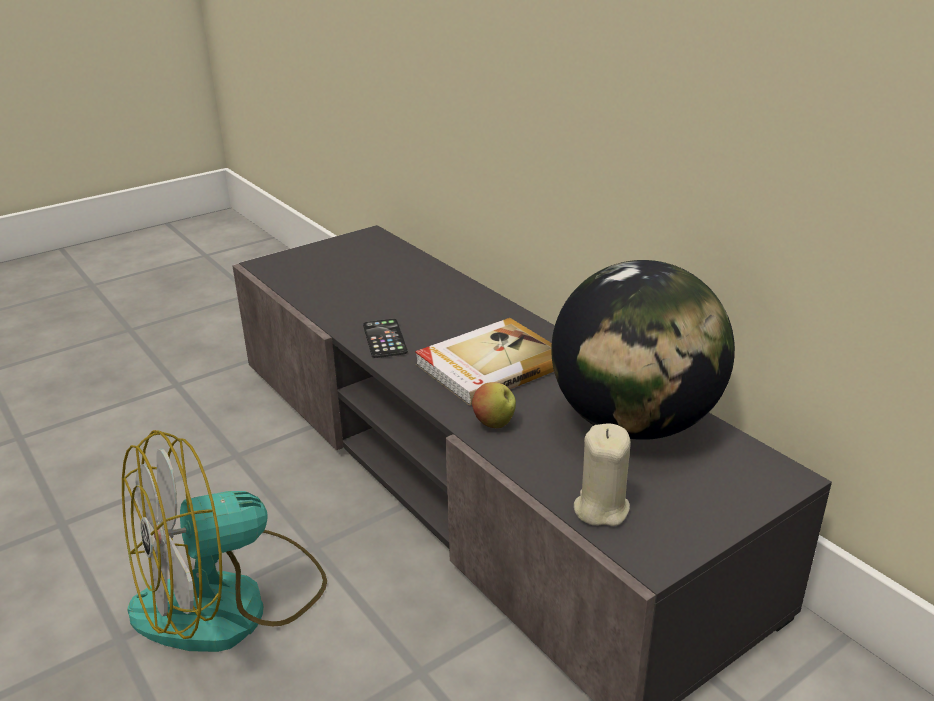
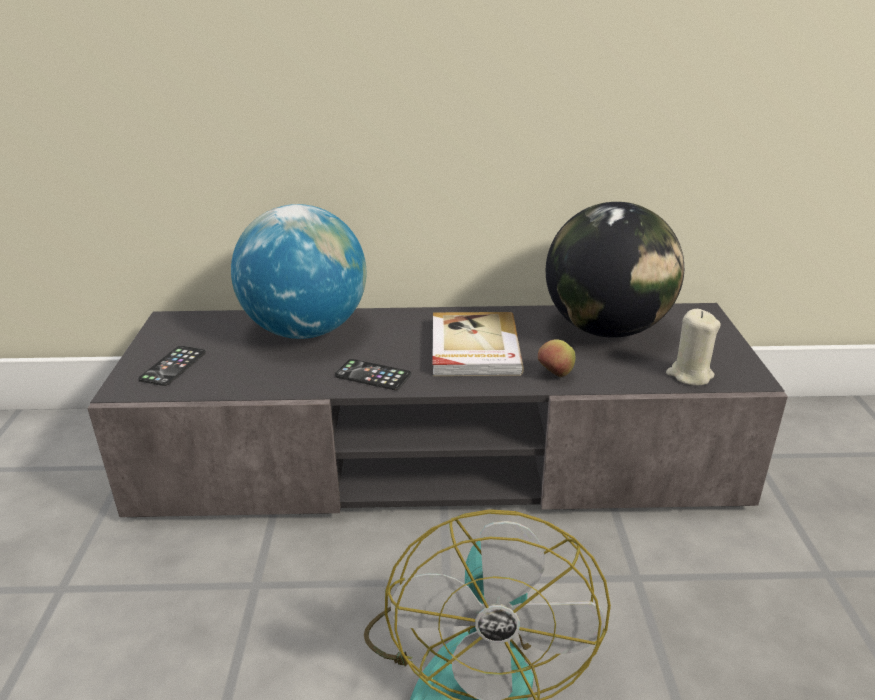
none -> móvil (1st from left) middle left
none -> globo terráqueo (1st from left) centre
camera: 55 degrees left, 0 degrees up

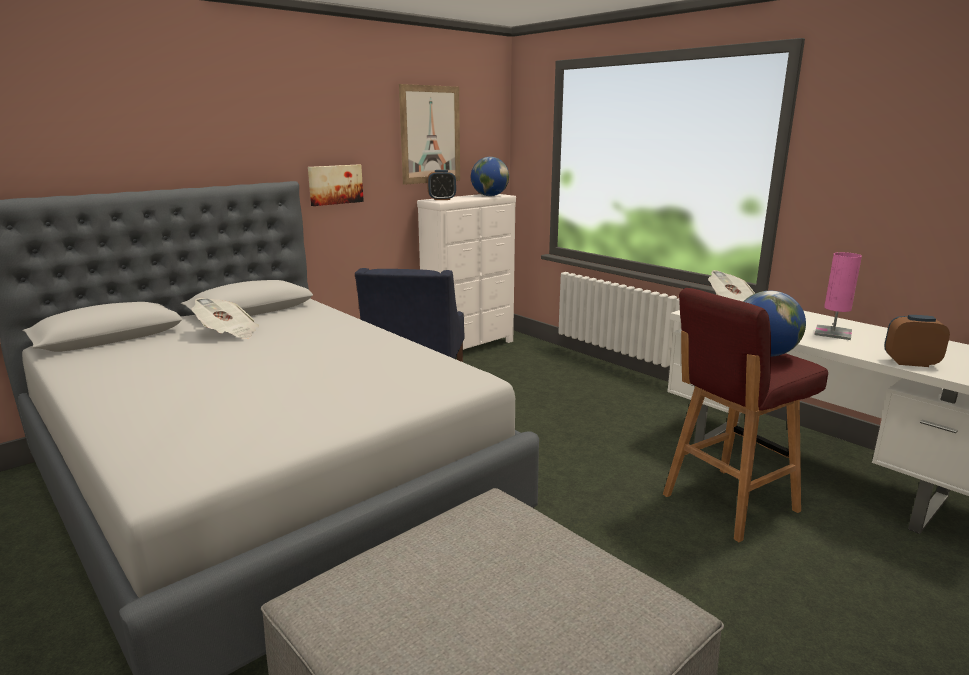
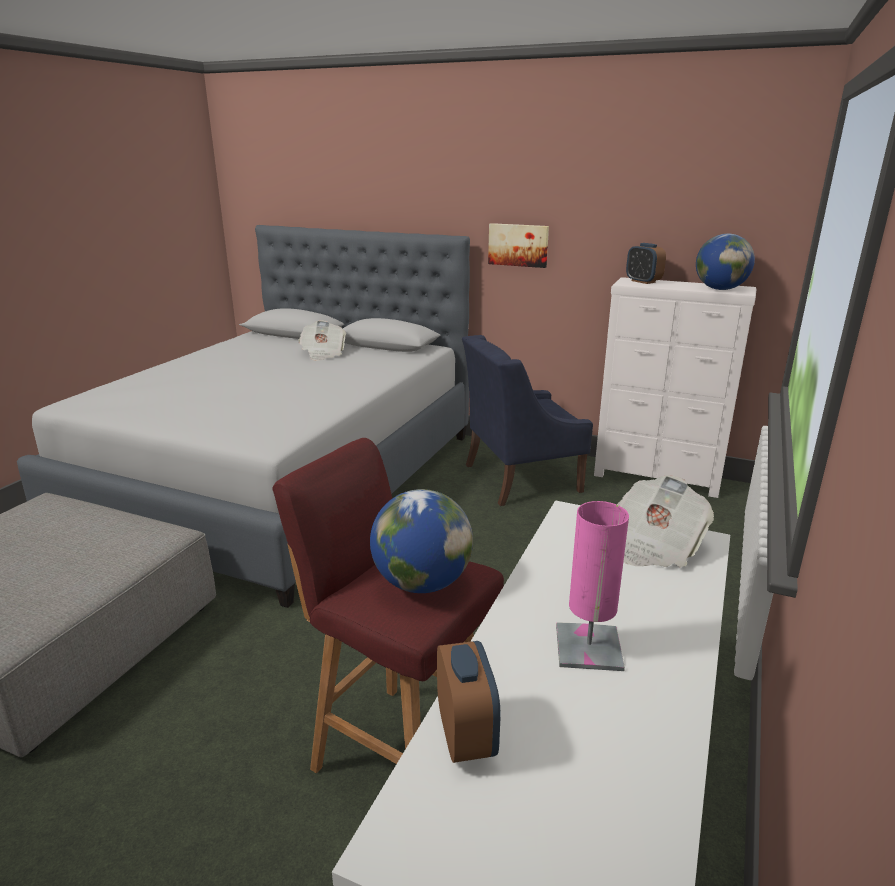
cuadro (2nd from left) top centre -> none
camera: 65 degrees right, 5 degrees up

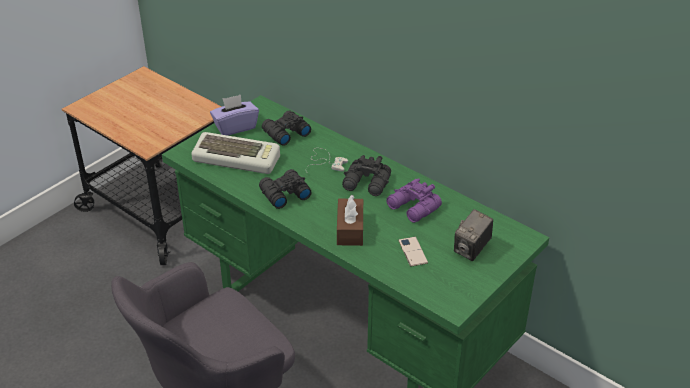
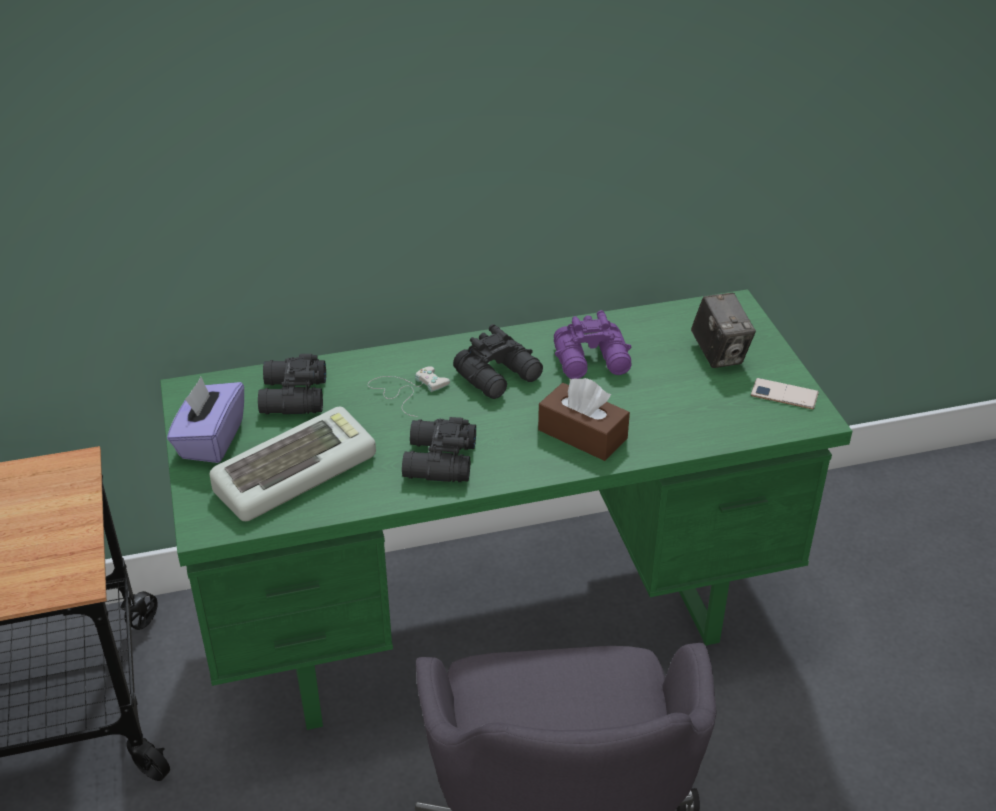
móvil centre -> móvil middle right, moved
camera: 55 degrees left, 0 degrees up

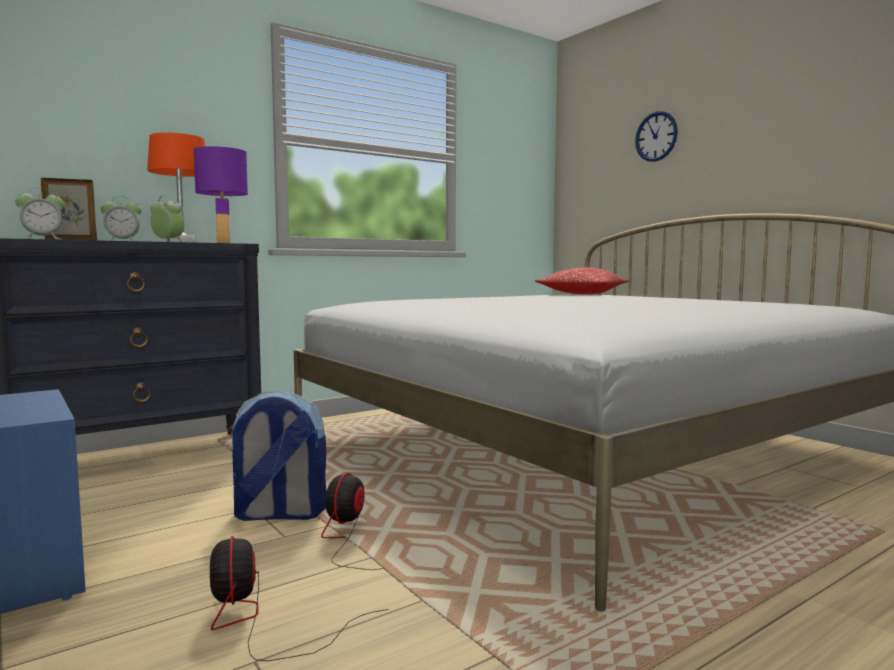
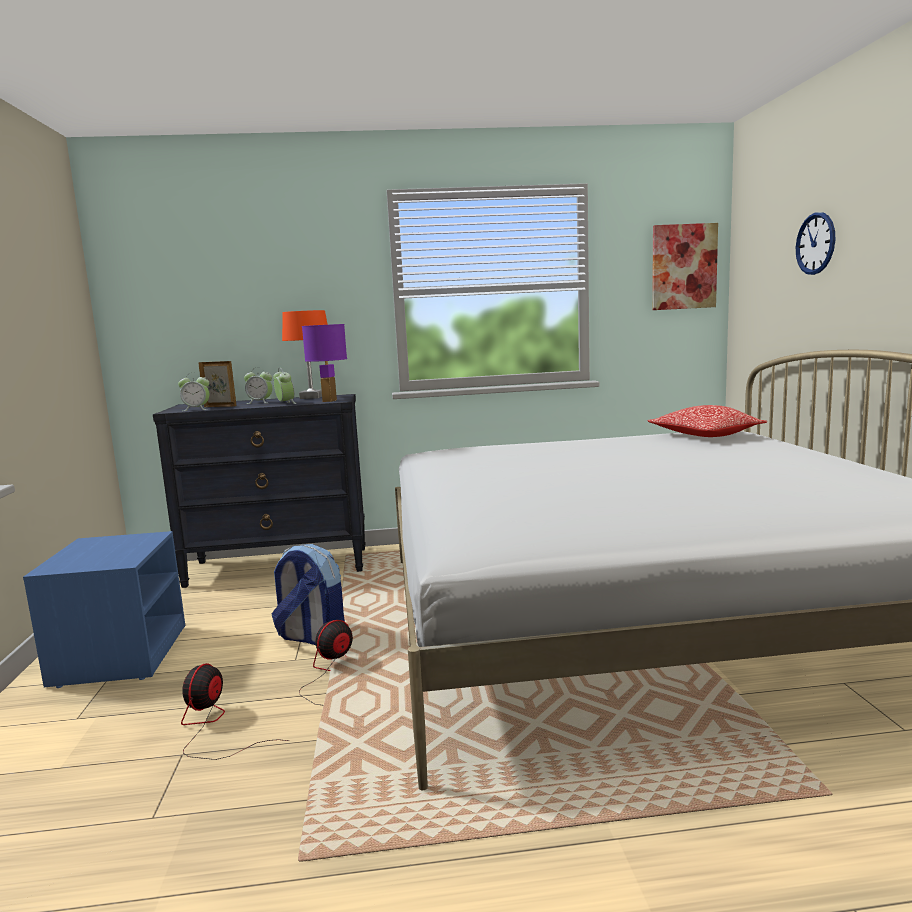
none -> cuadro top right
camera: 30 degrees right, 5 degrees up

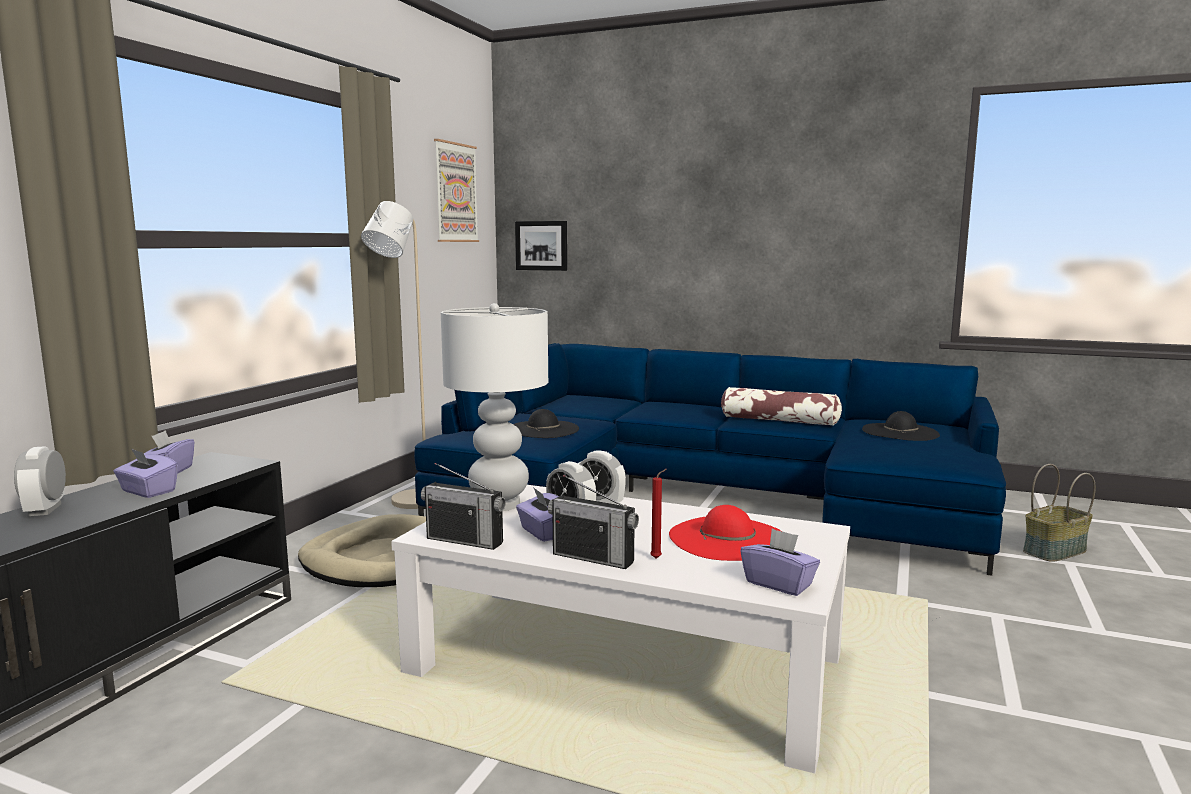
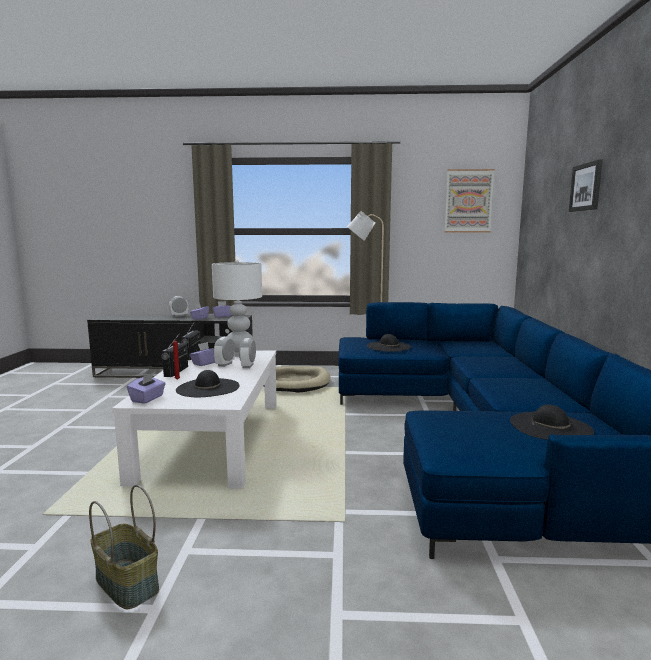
cuadro (2nd from left) top centre -> cuadro (2nd from left) top right, moved
sombrero/rojo bottom centre -> sombrero/negro (1st from left) middle left
cojín centre -> none
cesta middle right -> cesta bottom left, moved
camera: 70 degrees right, 0 degrees up

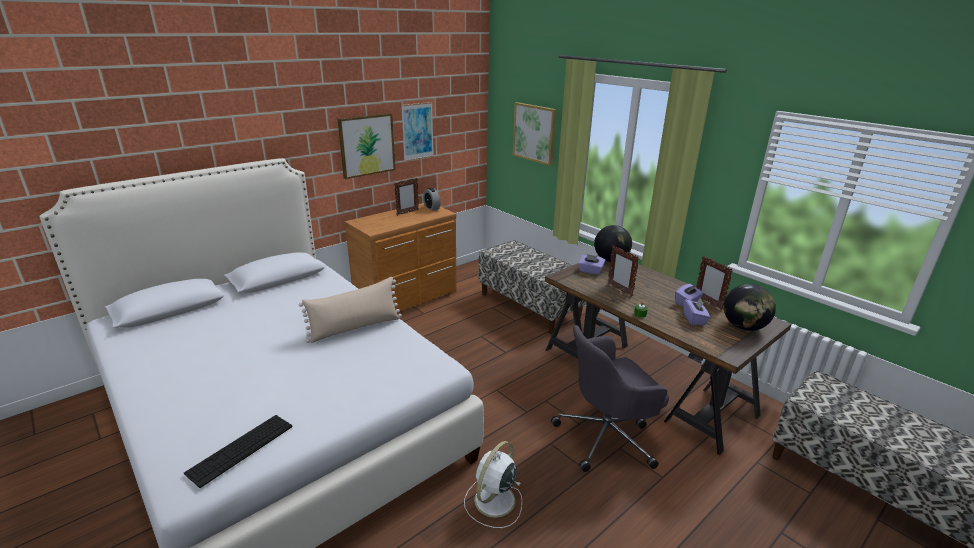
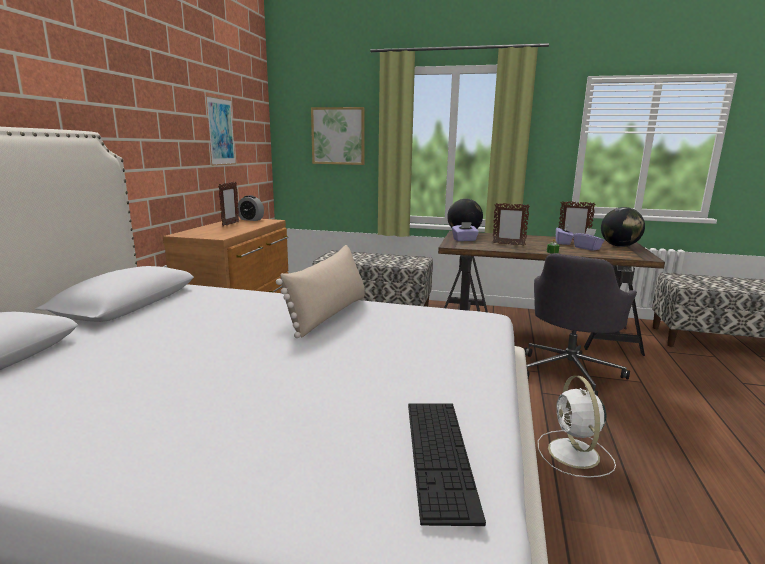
cuadro (1st from left) top centre -> none
camera: 35 degrees left, 10 degrees down

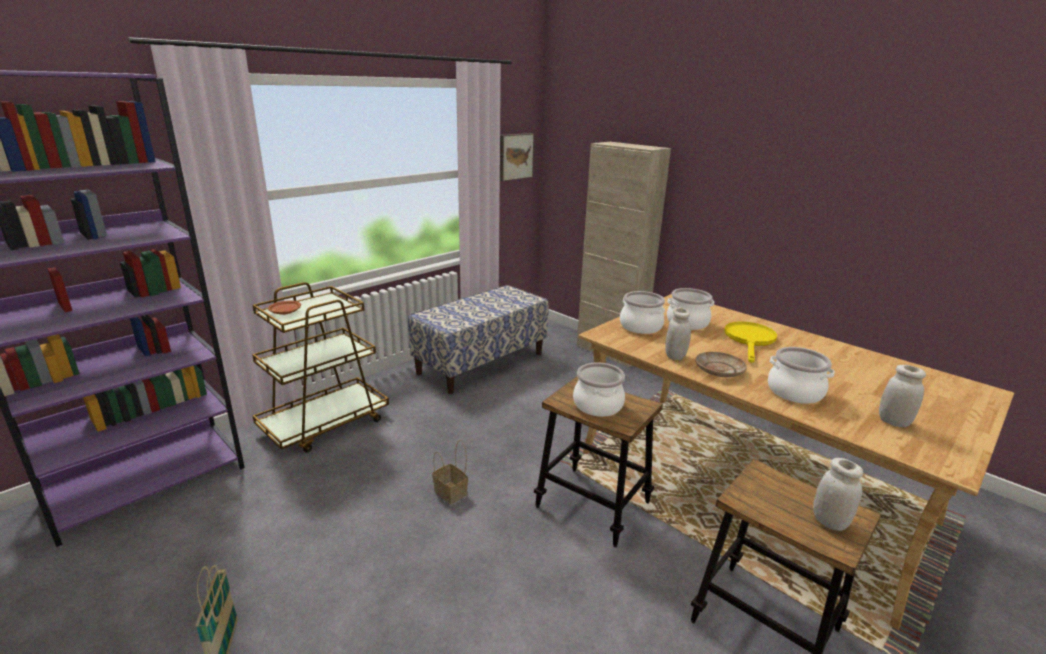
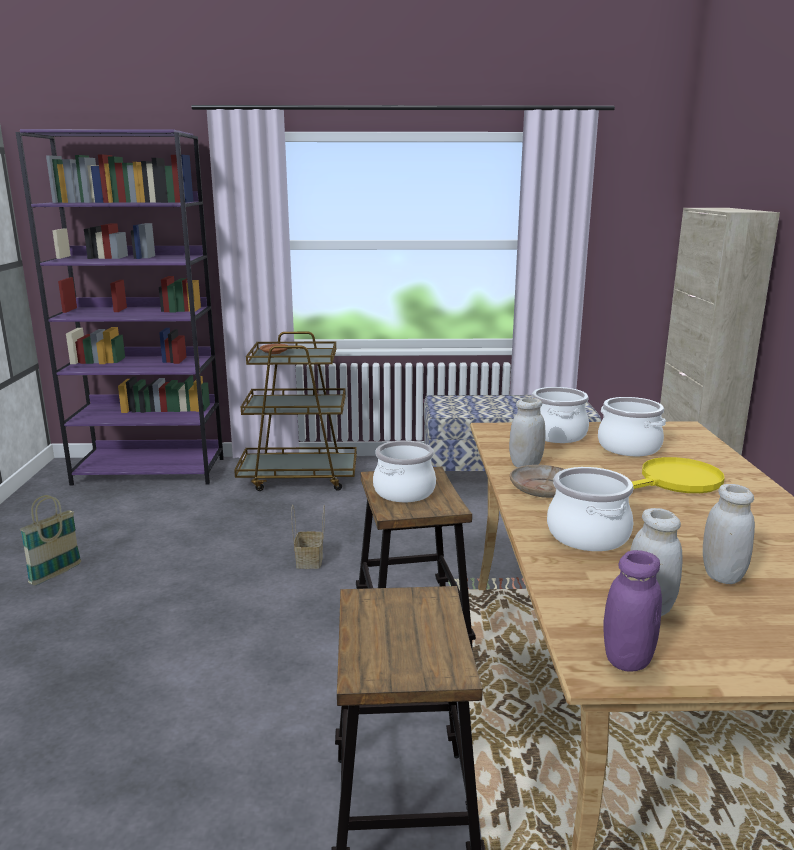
cuadro top centre -> none
tarro/blanco (2nd from left in the first image) bottom right -> tarro/blanco (3rd from left) middle right, moved
none -> tarro/morado bottom right
camera: 45 degrees right, 5 degrees down

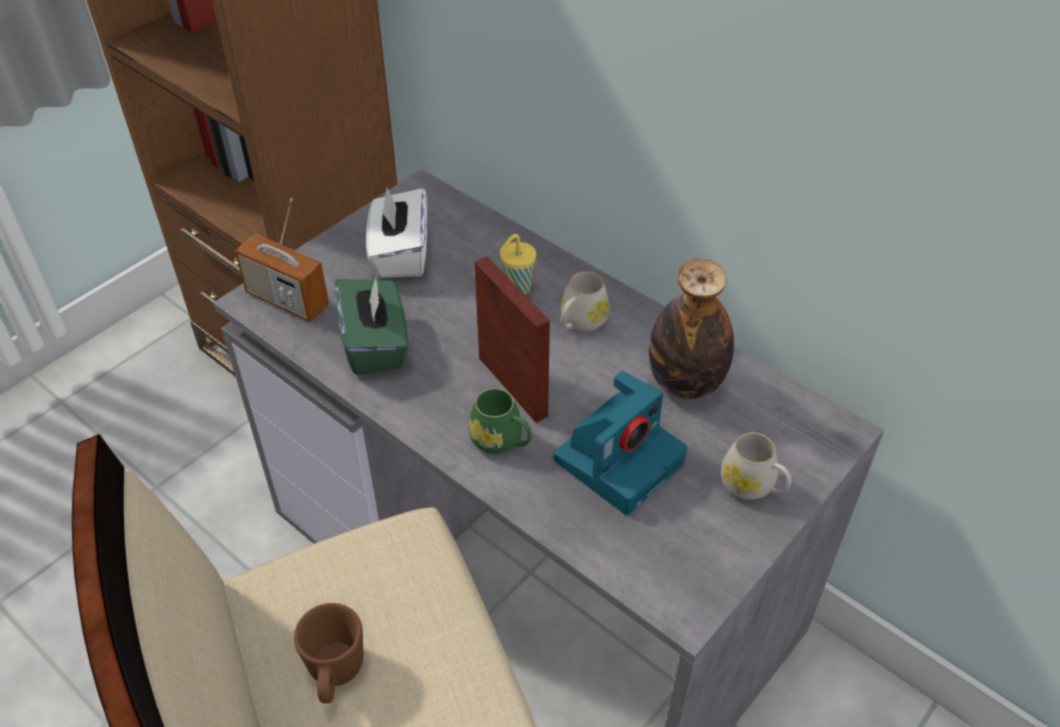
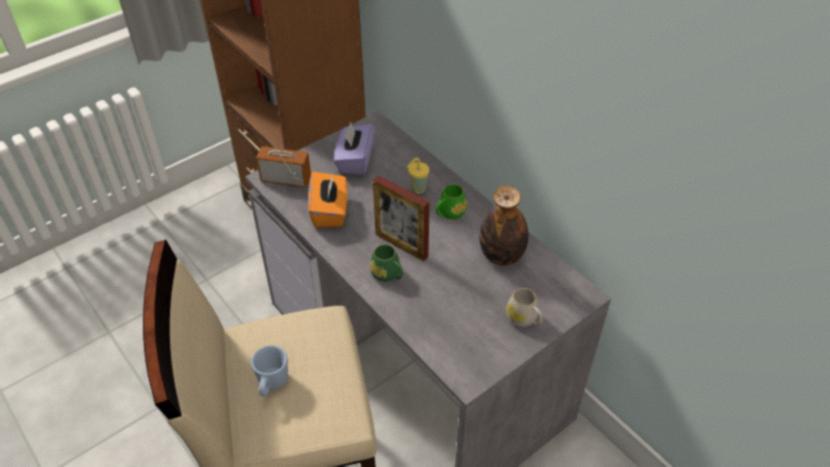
radio middle left -> radio centre, 150 degrees clockwise
taza grande/marrón bottom left -> taza grande/azul bottom left
caja de pañuelos/verde centre -> caja de pañuelos/naranja centre
caja de pañuelos/blanco top centre -> caja de pañuelos/morado top centre
portarretratos centre, 150 degrees clockwise
cámara centre -> none
taza grande/blanco (1st from left) centre -> taza grande/verde (2nd from left) centre
camera: 10 degrees right, 0 degrees up

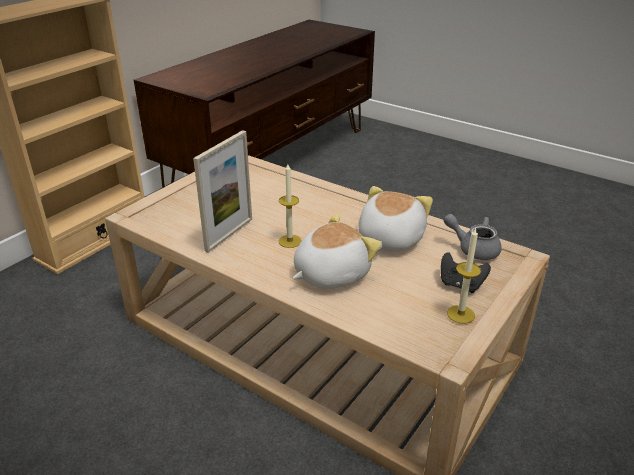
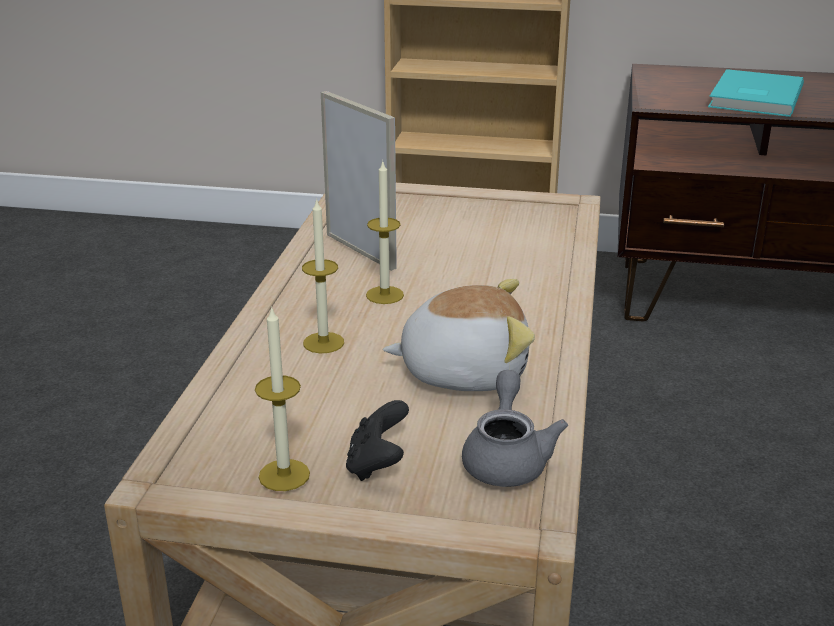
portarretratos centre -> portarretratos top centre, 135 degrees counterclockwise
peluche (1st from left) centre -> vela (2nd from left) centre
none -> libro/turquesa top right
camera: 65 degrees right, 5 degrees down

